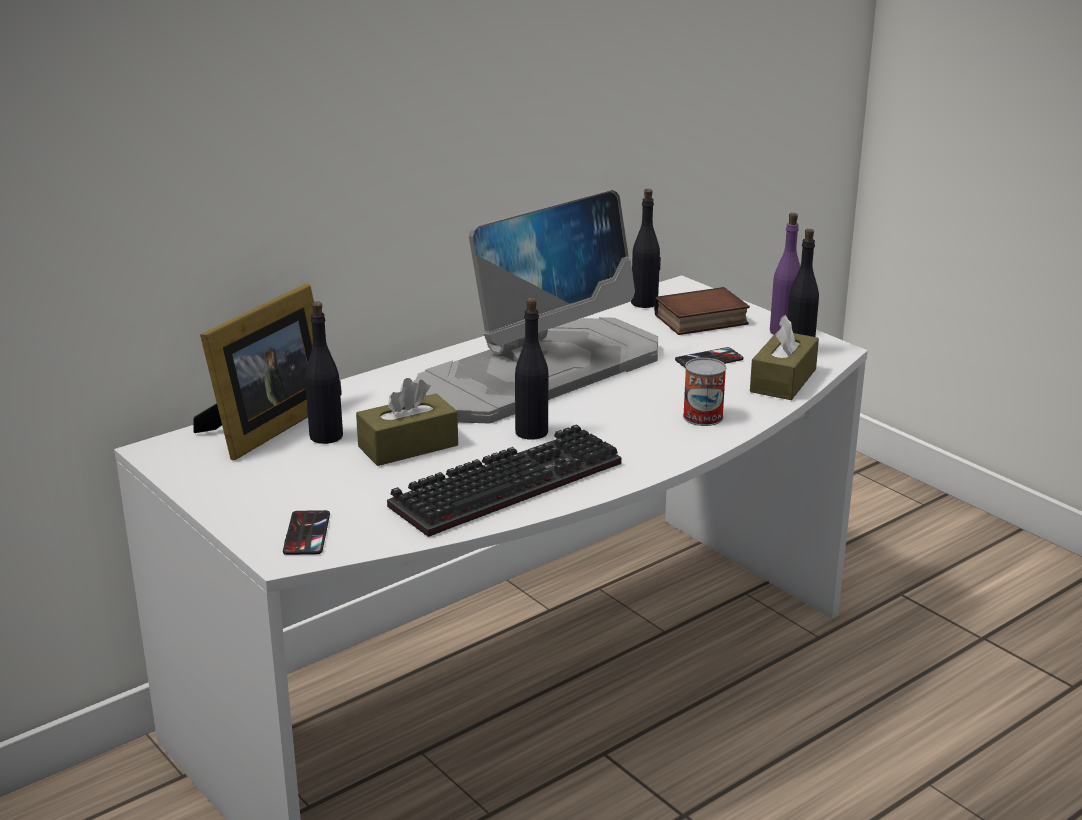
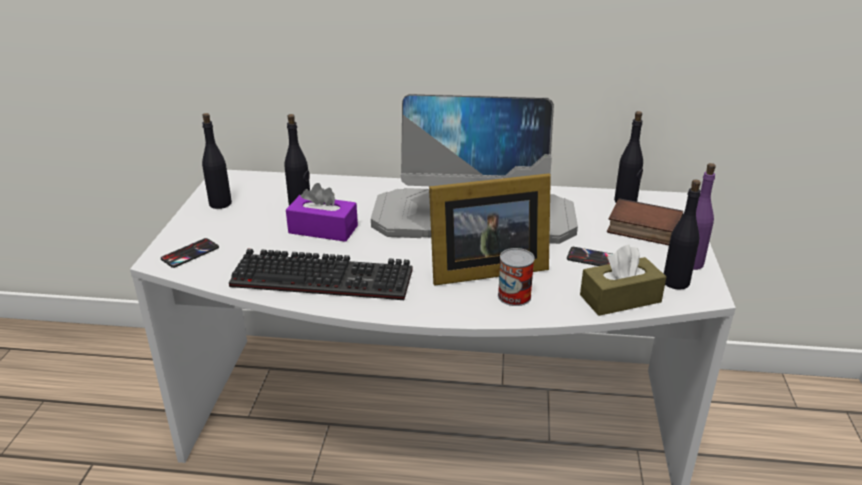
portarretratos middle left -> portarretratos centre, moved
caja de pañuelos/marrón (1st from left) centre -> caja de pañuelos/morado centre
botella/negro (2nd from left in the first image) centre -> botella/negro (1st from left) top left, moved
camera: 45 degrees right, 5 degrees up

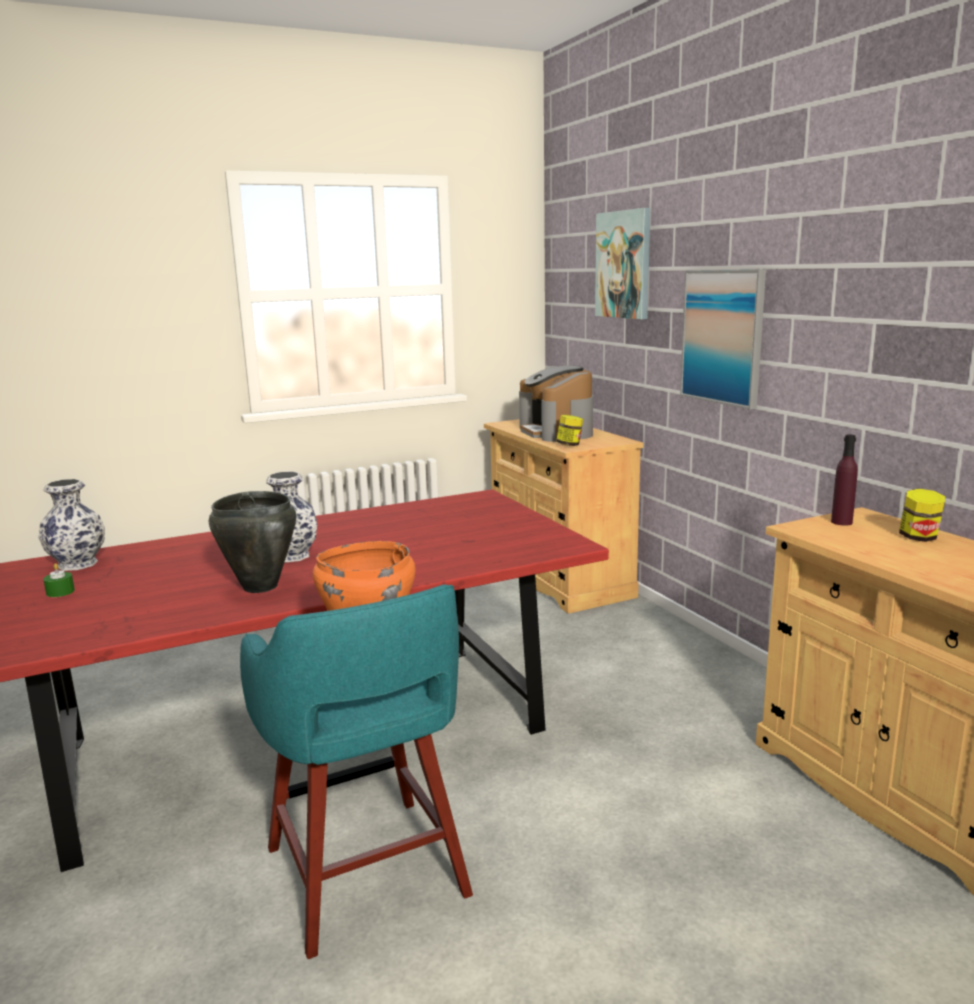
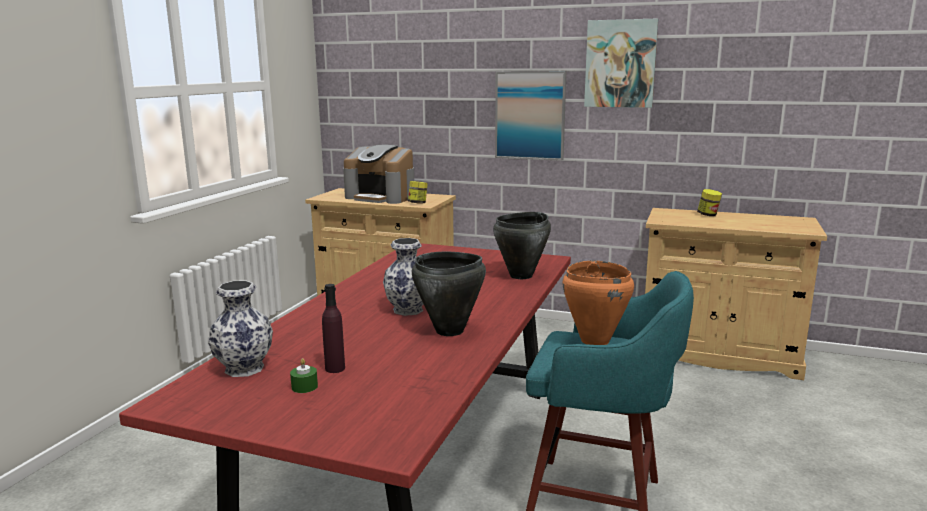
cuadro (1st from left in the first image) top centre -> cuadro (2nd from left) top right, moved
botella/morado middle right -> botella/morado centre, moved
none -> olla/negro (2nd from left) centre
camera: 45 degrees left, 0 degrees up

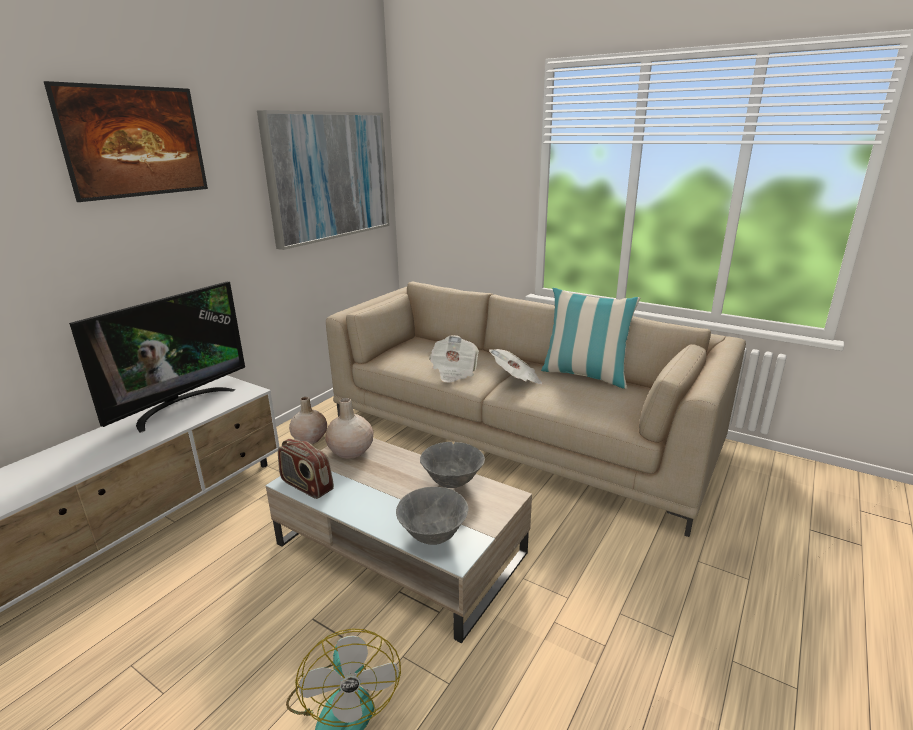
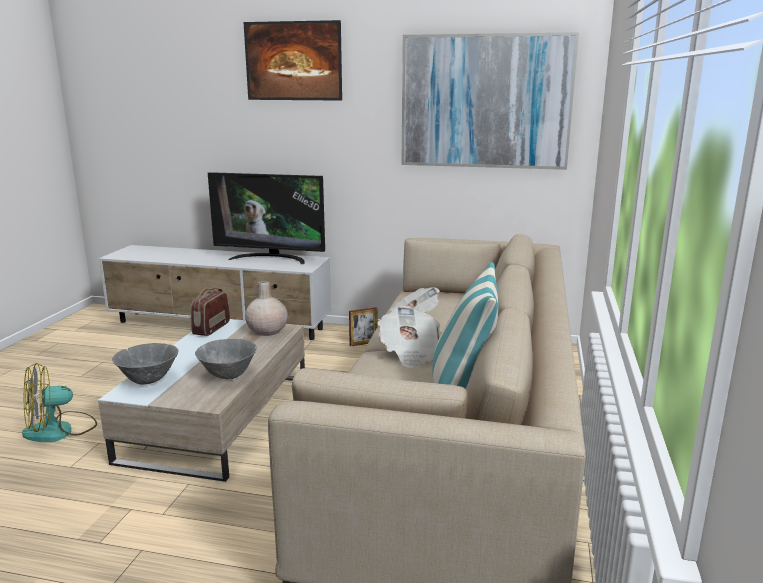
florero/beis (1st from left) centre -> portarretratos centre
camera: 70 degrees right, 5 degrees down

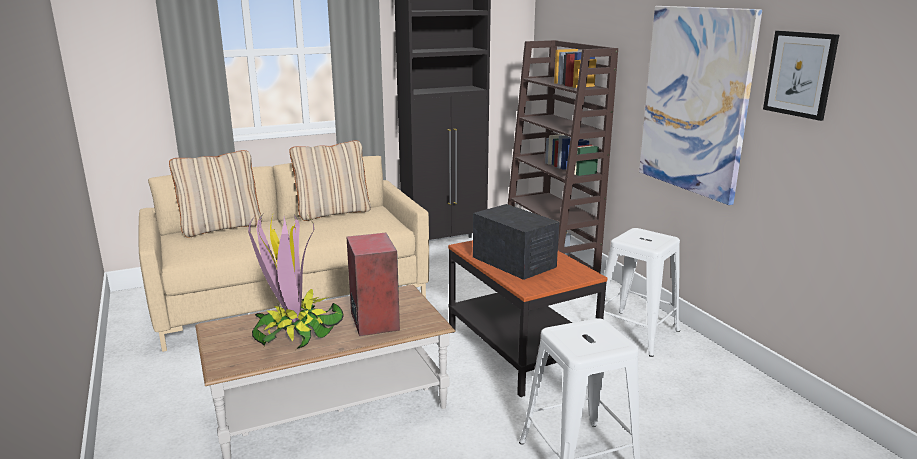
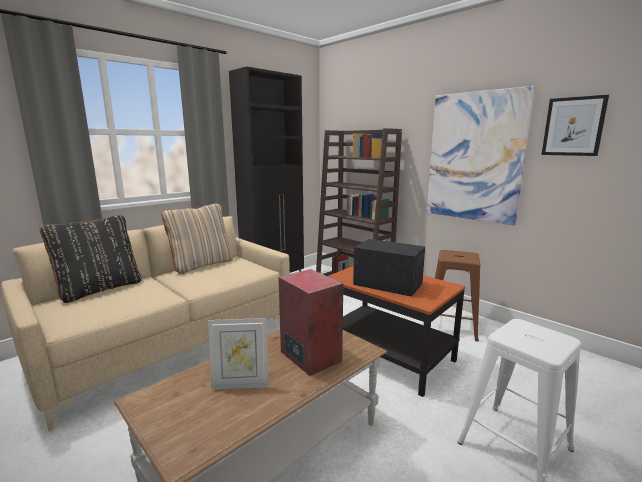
cojín/beis (1st from left) middle left -> cojín/negro middle left
planta en maceta middle left -> portarretratos bottom centre
taburete/blanco (2nd from left) middle right -> taburete/marrón middle right
camera: 20 degrees left, 5 degrees down

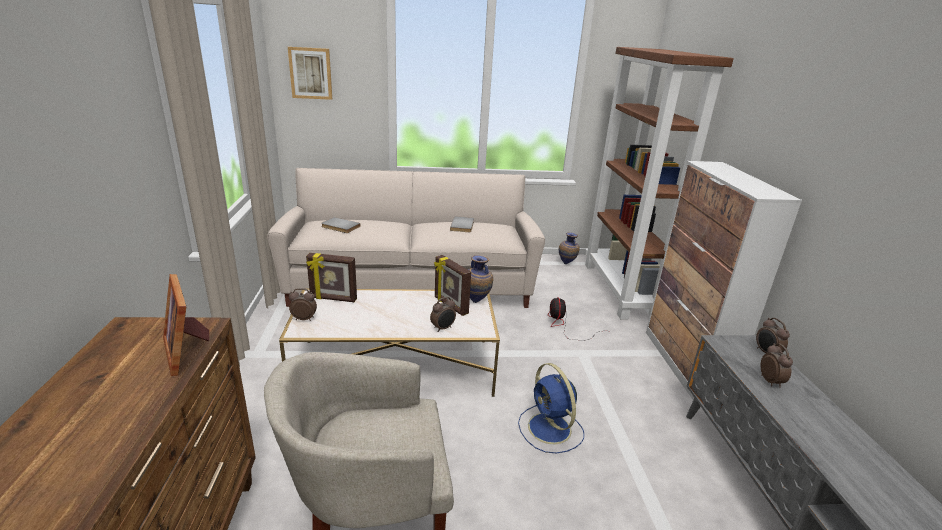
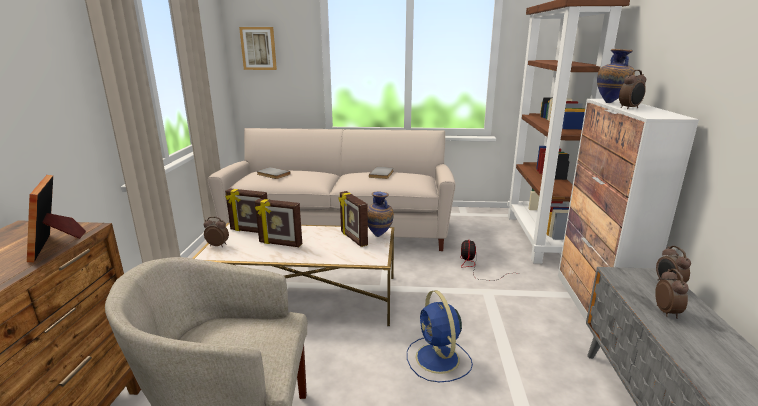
despertador (2nd from left) centre -> despertador (2nd from left) top right, moved
florero (2nd from left) centre -> florero (2nd from left) top right, moved
none -> portarretratos (3rd from left) centre
camera: 10 degrees right, 5 degrees down

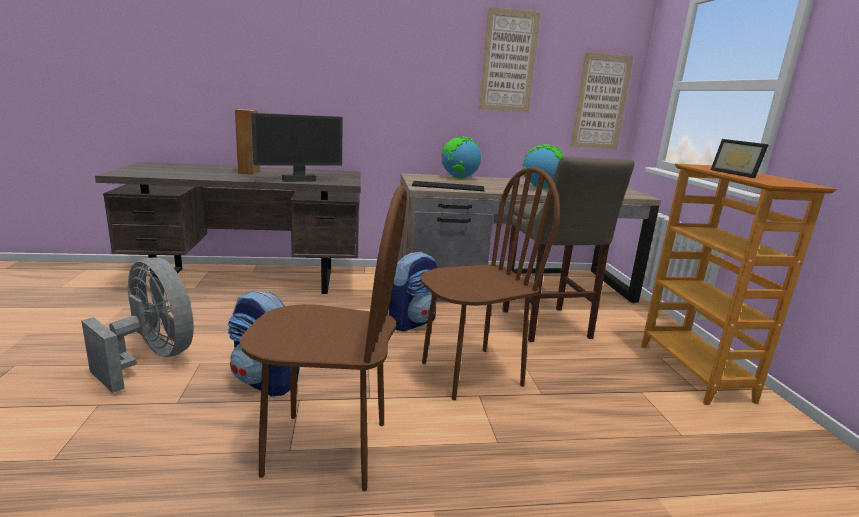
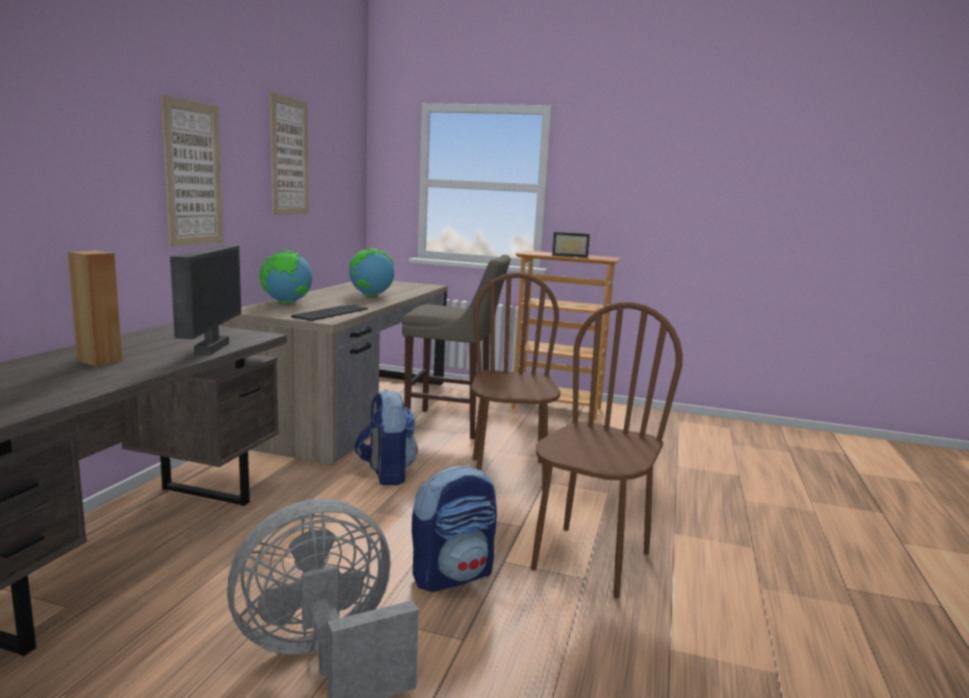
cuadro (2nd from left in the first image) top right -> cuadro (1st from left) top left, moved
camera: 65 degrees left, 5 degrees down

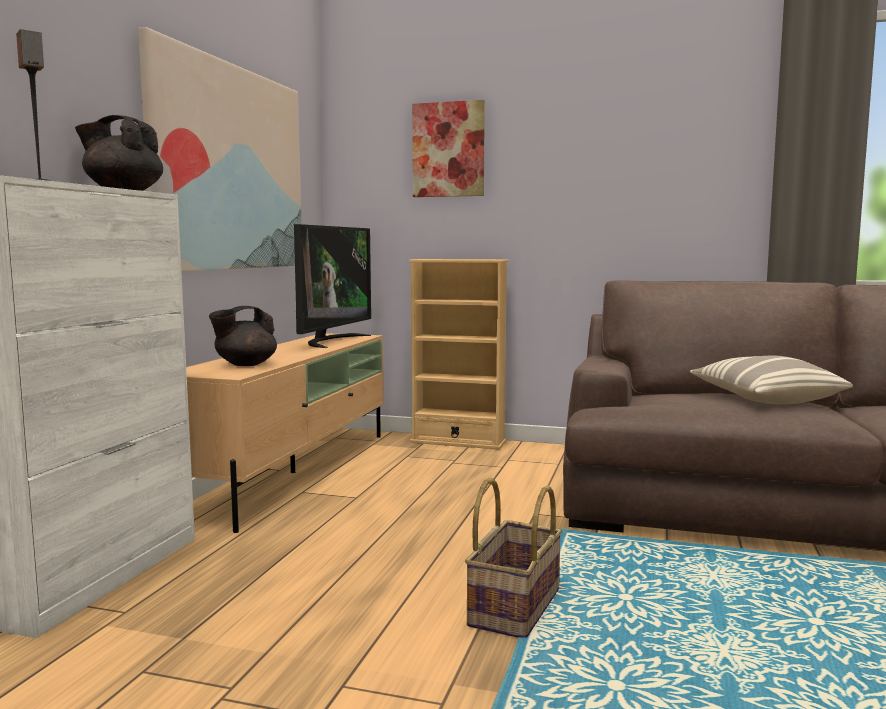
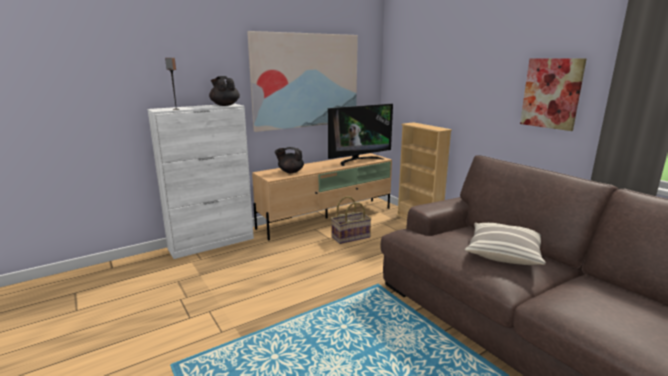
cuadro (2nd from left) top centre -> cuadro (2nd from left) top right, moved
cesta bottom centre -> cesta centre, moved
camera: 40 degrees right, 10 degrees up

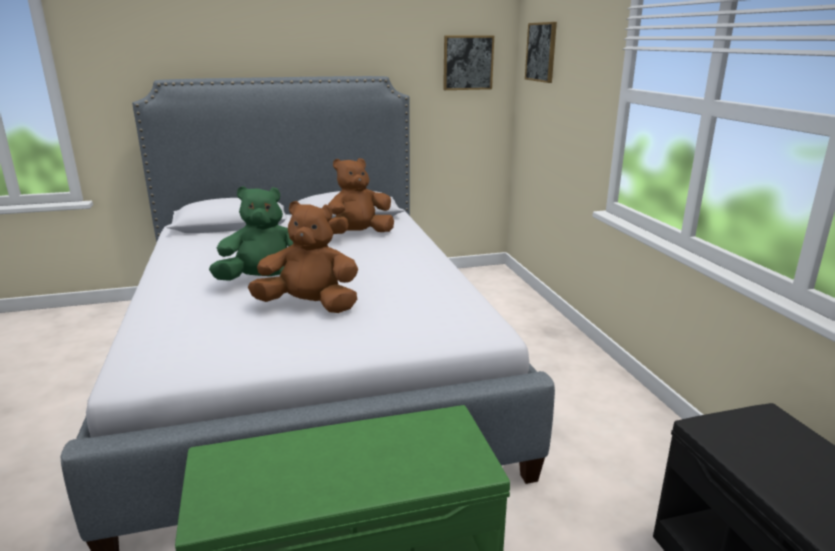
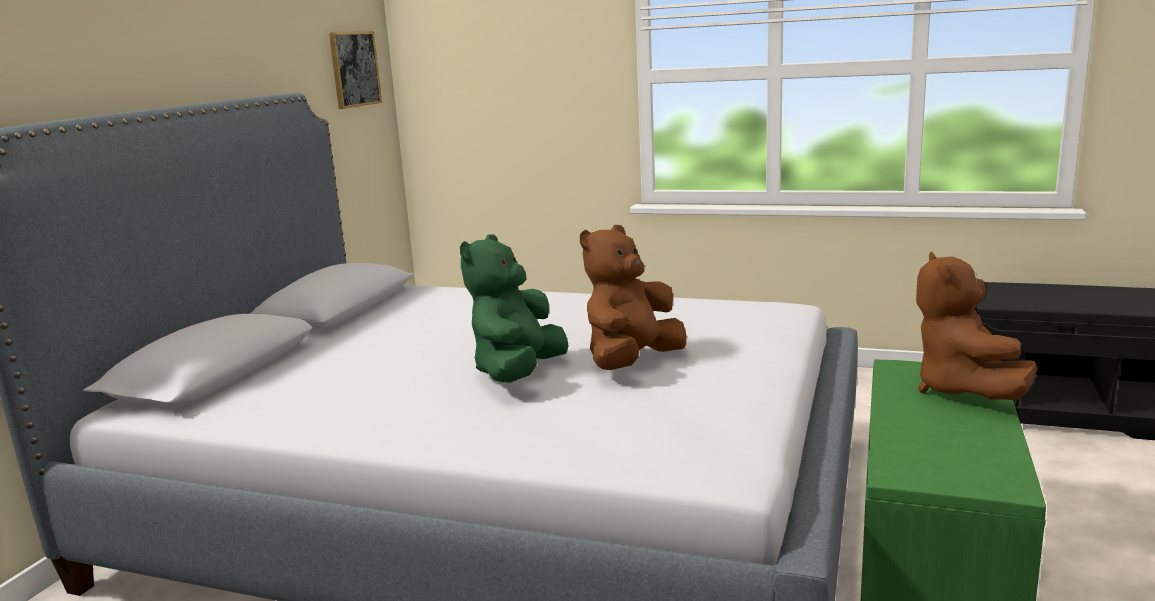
peluche/marrón (2nd from left) centre -> peluche/marrón (2nd from left) middle right, moved
cuadro (2nd from left) top centre -> none
camera: 55 degrees left, 5 degrees down

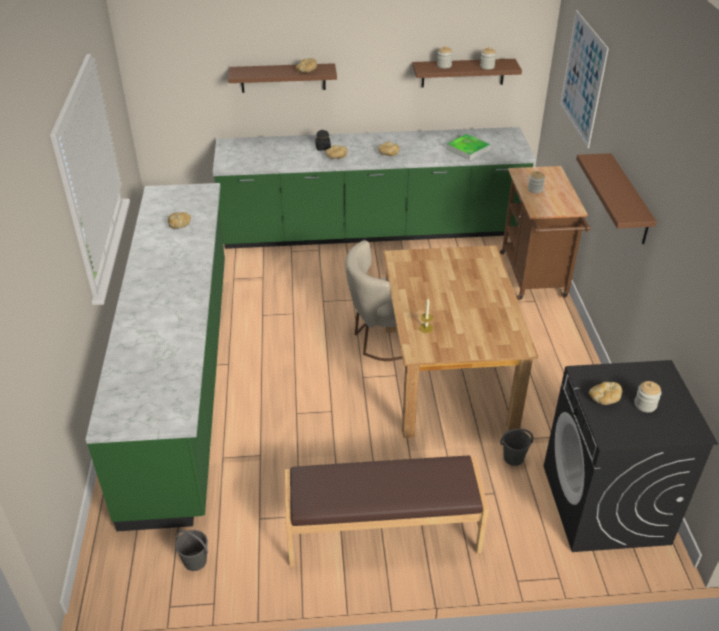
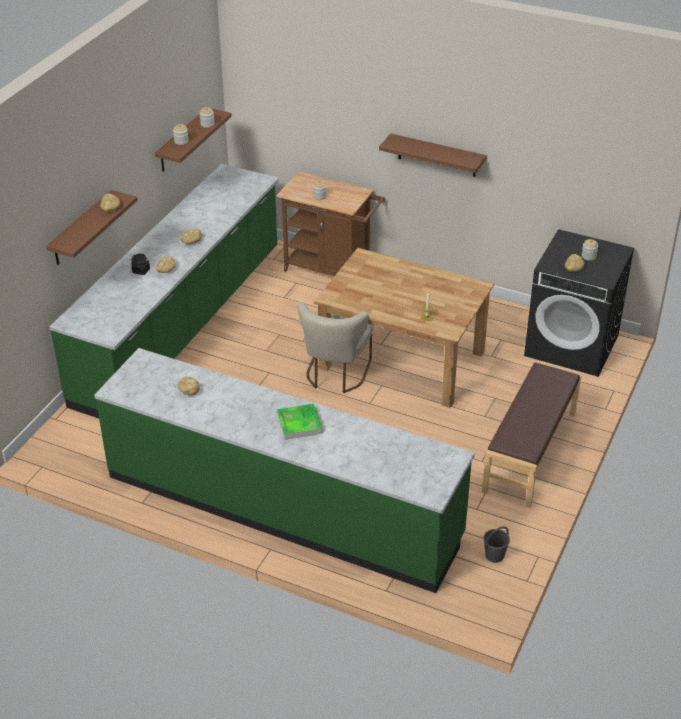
bandeja top centre -> bandeja centre, moved
cubo/gris (2nd from left) bottom right -> none
cuadro top right -> none
camera: 60 degrees left, 0 degrees up

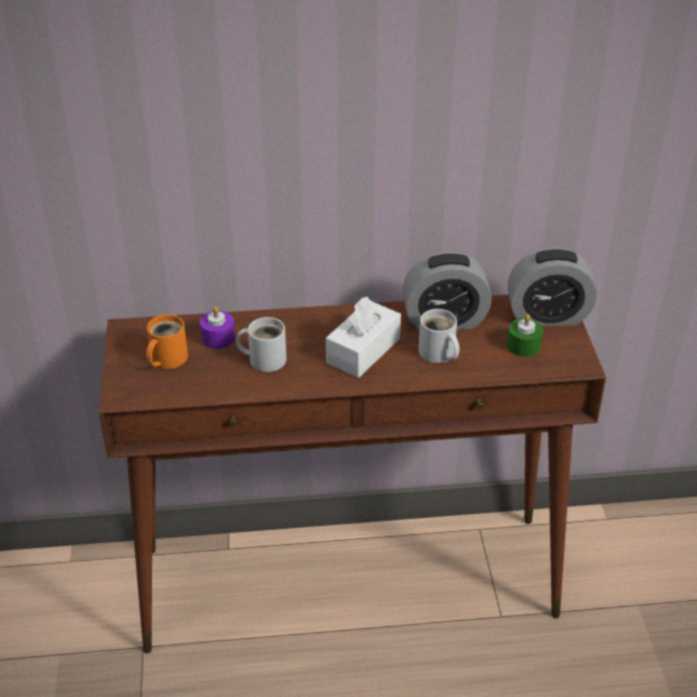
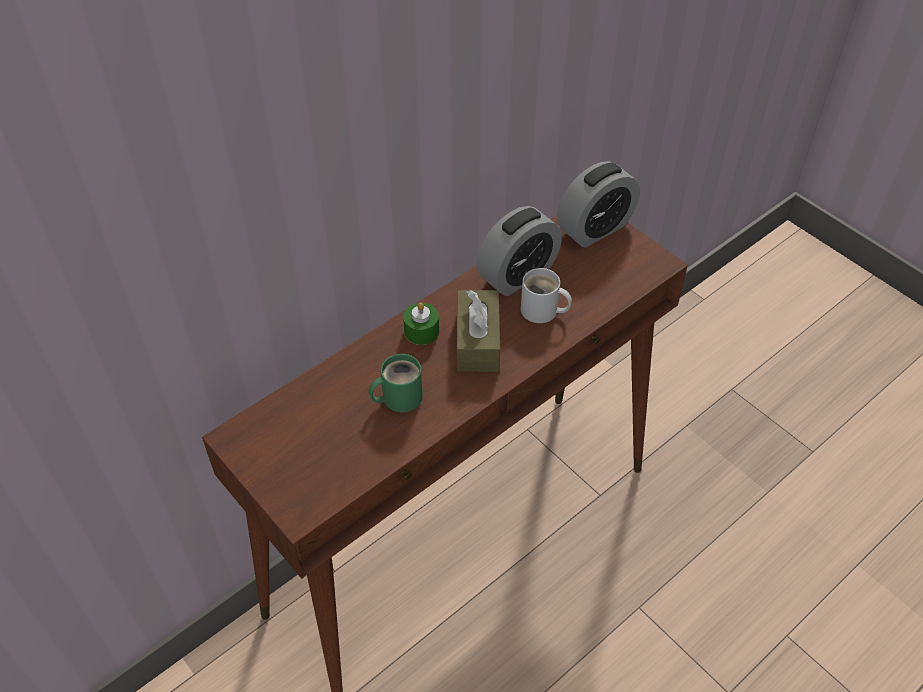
taza grande/naranja middle left -> none
vela/morado middle left -> none
taza grande/blanco (1st from left) centre -> taza grande/verde centre
caja de pañuelos/blanco centre -> caja de pañuelos/marrón centre
vela/verde middle right -> vela/verde centre, moved
camera: 35 degrees left, 10 degrees up

